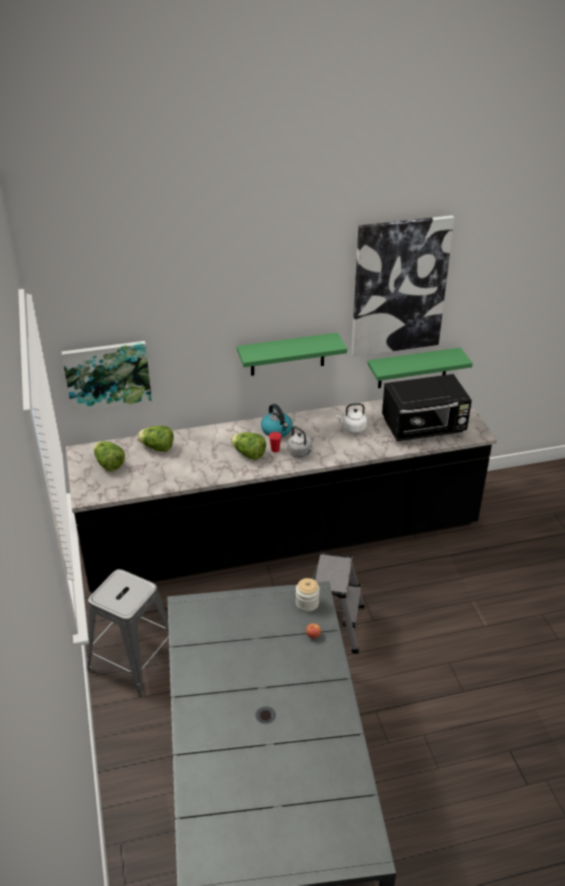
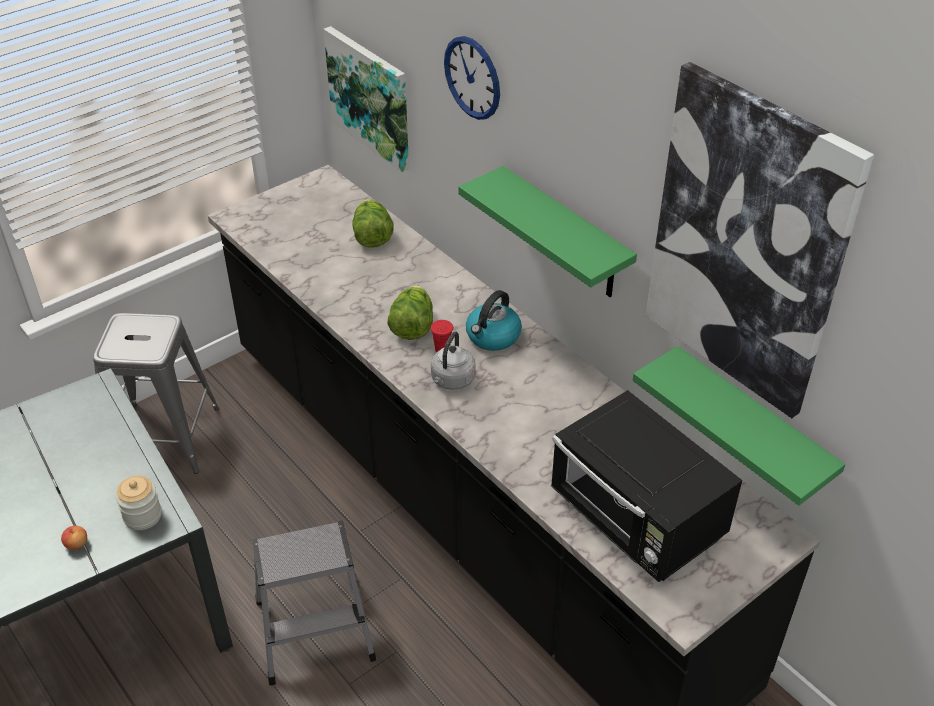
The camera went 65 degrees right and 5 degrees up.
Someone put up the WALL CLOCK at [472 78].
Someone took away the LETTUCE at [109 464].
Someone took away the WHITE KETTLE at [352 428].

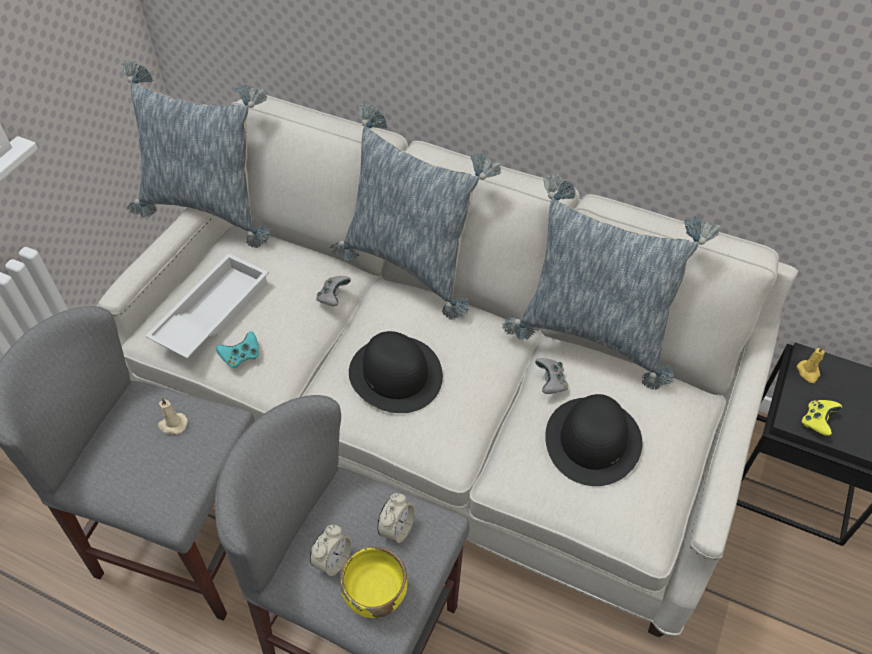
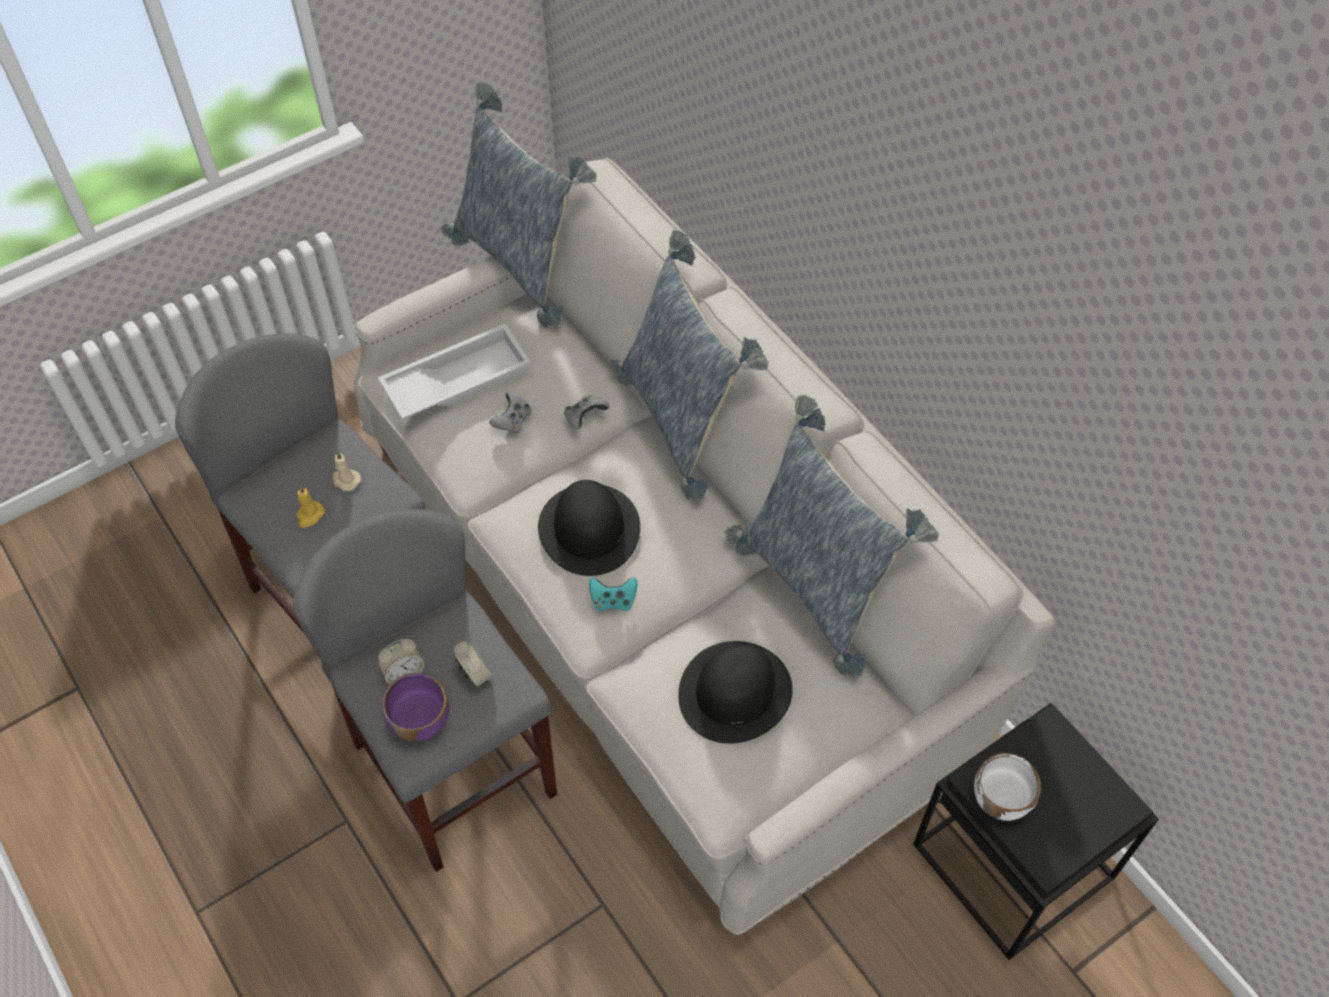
The camera went 30 degrees right and 5 degrees up.
Someone carried the YELLOW CANDLE from [808 372] to [310 515].
Someone repainted the YELLOW BOWL at [375 593], which became the PURPLE BOWL at [420 720].
Someone rotated the ALARM CLOCK at [397 529] by 90 degrees counterclockwise.
Someone carried the GREY GAME CONTROLLER from [551 383] to [512 421].
Someone carried the TURQUOISE GAME CONTROLLER from [241 357] to [613 600].
Someone swapped the YELLOW GAME CONTROLLER at [817 421] for the WHITE BOWL at [1001 798].

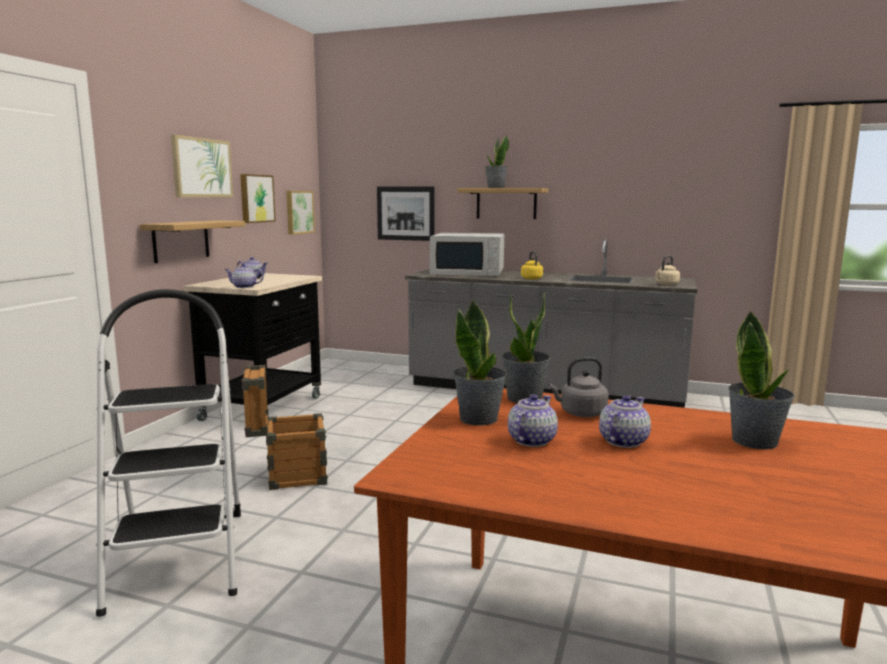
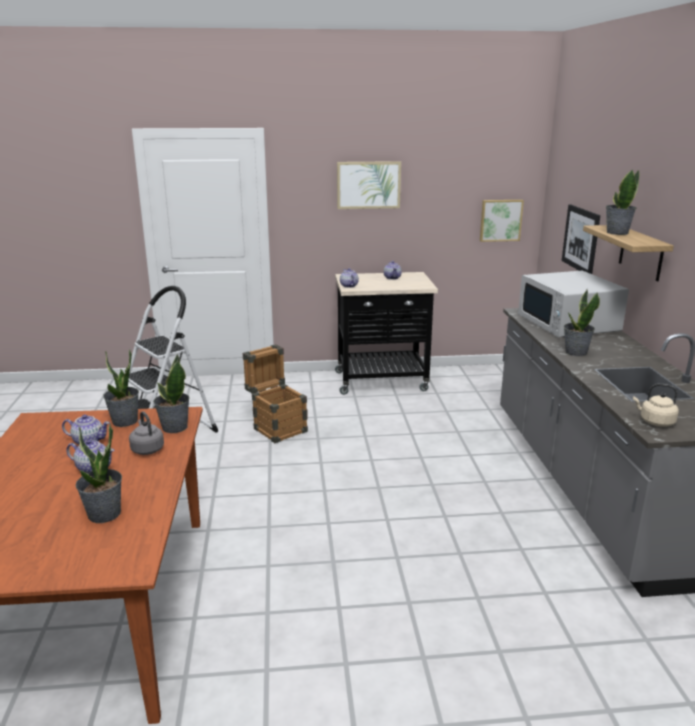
The camera went 65 degrees right and 10 degrees up.
Someone swapped the YELLOW KETTLE at [531 278] for the POTTED PLANT at [575 352].
Someone took away the SHELF at [181 241].
Someone took away the PICTURE at [256 198].

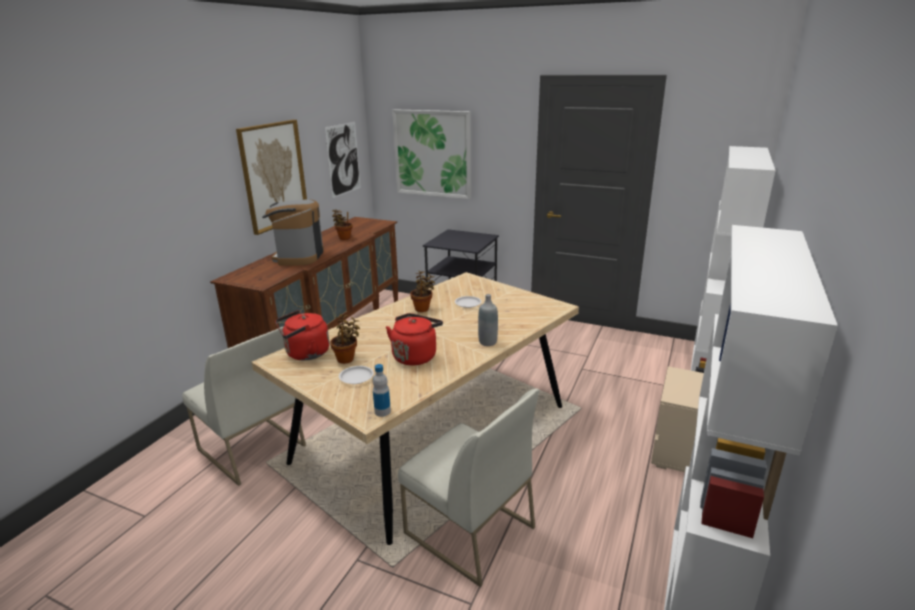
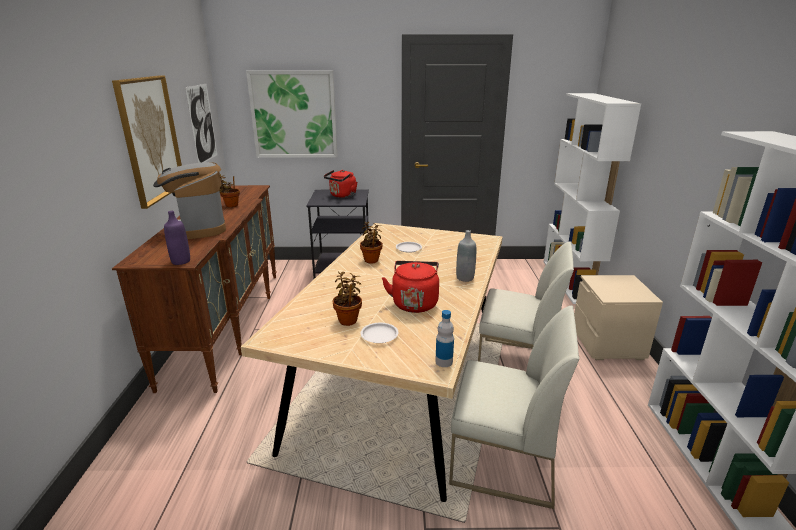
The camera went 25 degrees left and 0 degrees up.
Someone put down the PURPLE BOTTLE at [181 261].
Someone carried the RED KETTLE from [305 354] to [342 196].
Someone carried the WHITE CHAIR from [250 448] to [516 364].

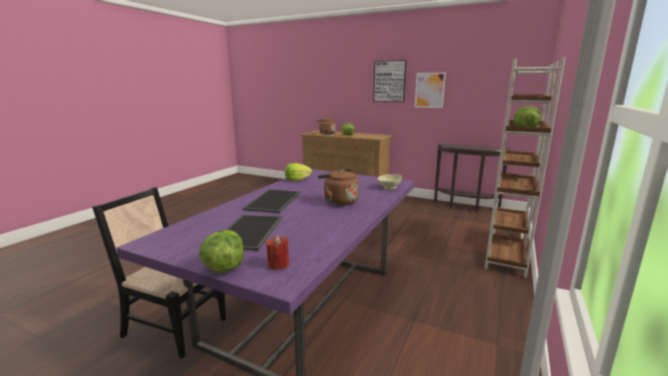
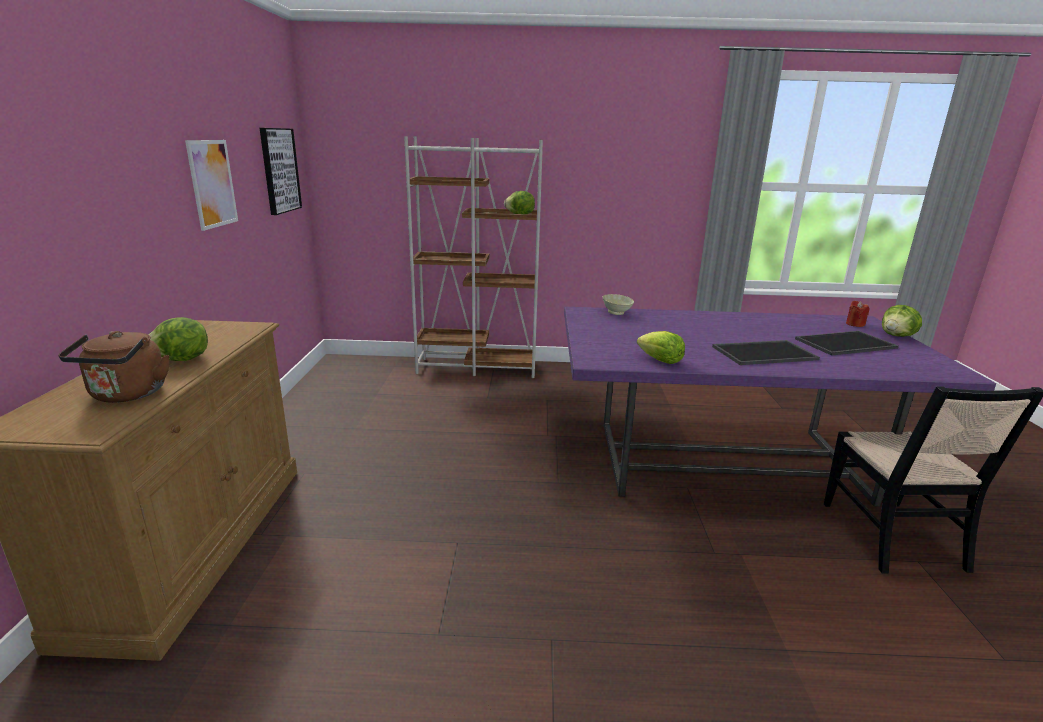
The camera went 115 degrees left and 5 degrees up.
Someone carried the PICTURE from [389 81] to [279 170].
Someone took away the BROWN KETTLE at [338 201].
Someone took away the BROWN CONSOLE TABLE at [465 207].

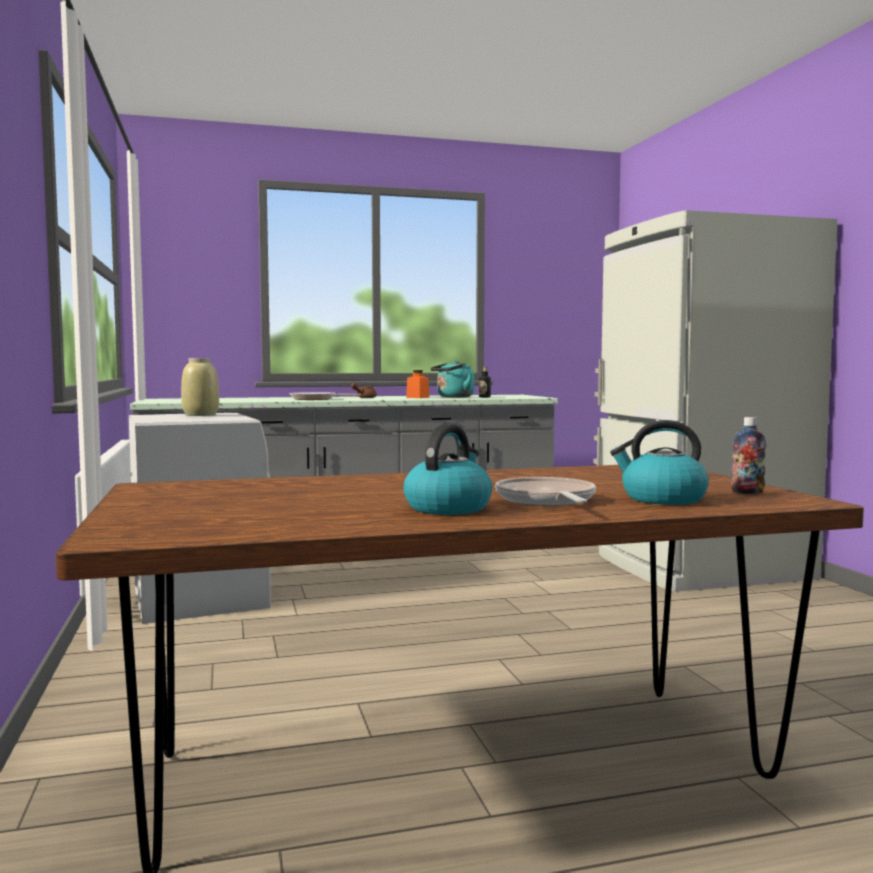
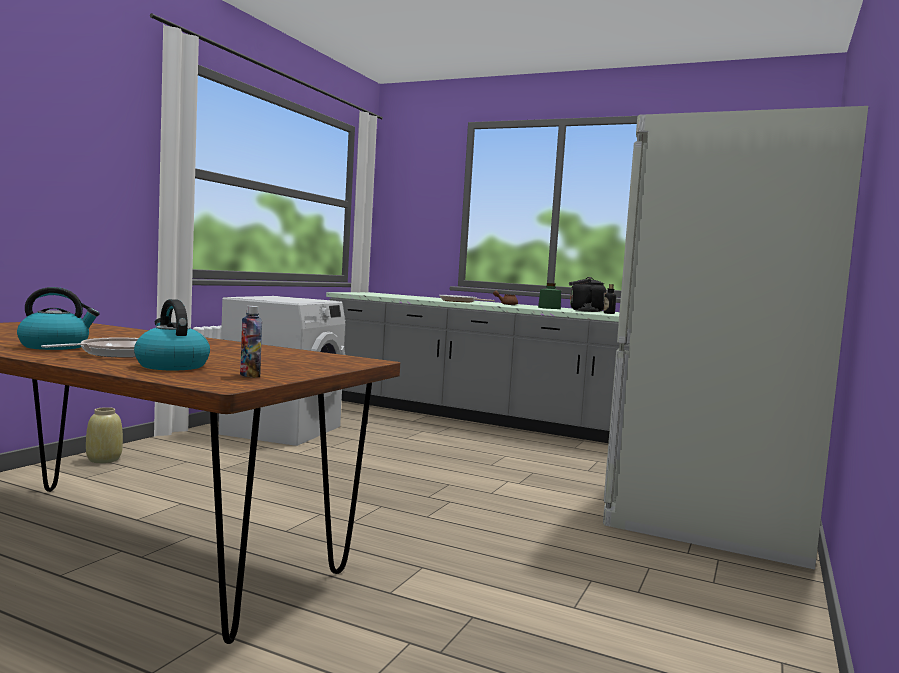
The camera went 40 degrees right and 0 degrees up.
Someone carried the BEIGE VASE from [201 415] to [104 459].
Someone repainted the ORANGE JAR at [417 397], which became the GREEN JAR at [549 308].
Someone repainted the TURQUOISE KETTLE at [453 397], which became the BLACK KETTLE at [584 311].

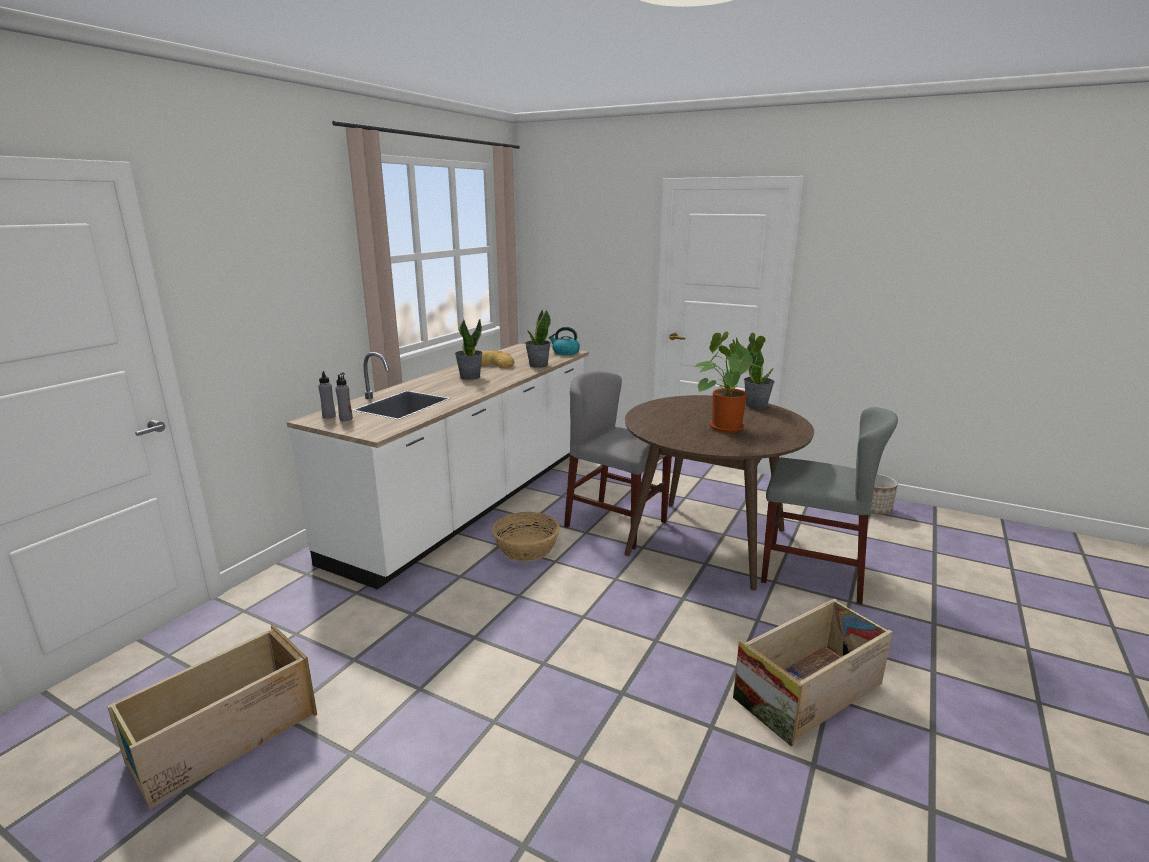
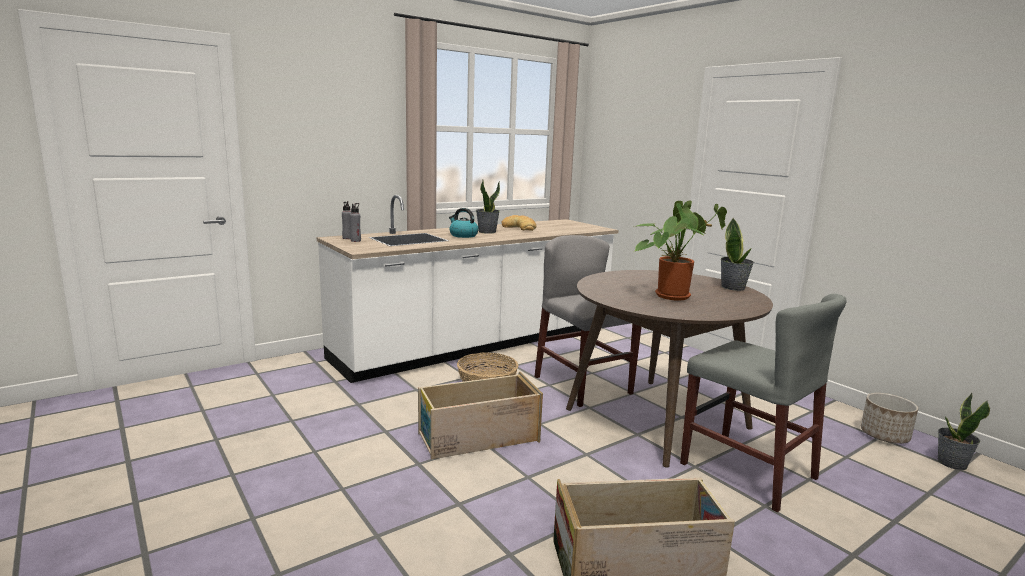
The camera went 25 degrees right and 5 degrees down.
Someone carried the CRATE from [224 738] to [477 438].
Someone carried the KETTLE from [565 353] to [463 235].
Someone carried the POTTED PLANT from [538 365] to [951 463].

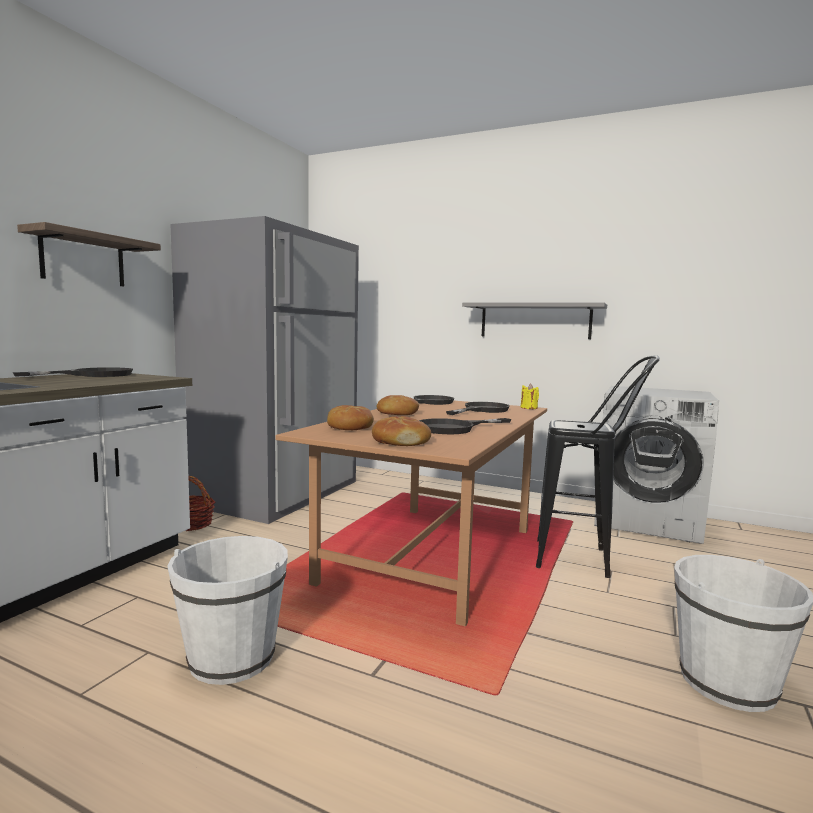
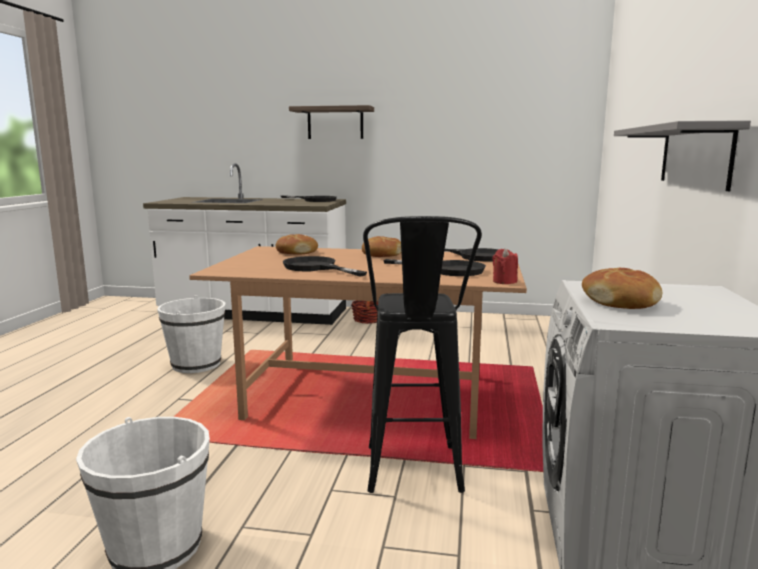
The camera went 75 degrees right and 5 degrees up.
Someone repainted the YELLOW CANDLE at [528 408], which became the RED CANDLE at [504 281].
Someone carried the BREAD from [400 441] to [620 301].
Someone took away the GREY FRIDGE at [276 492].

